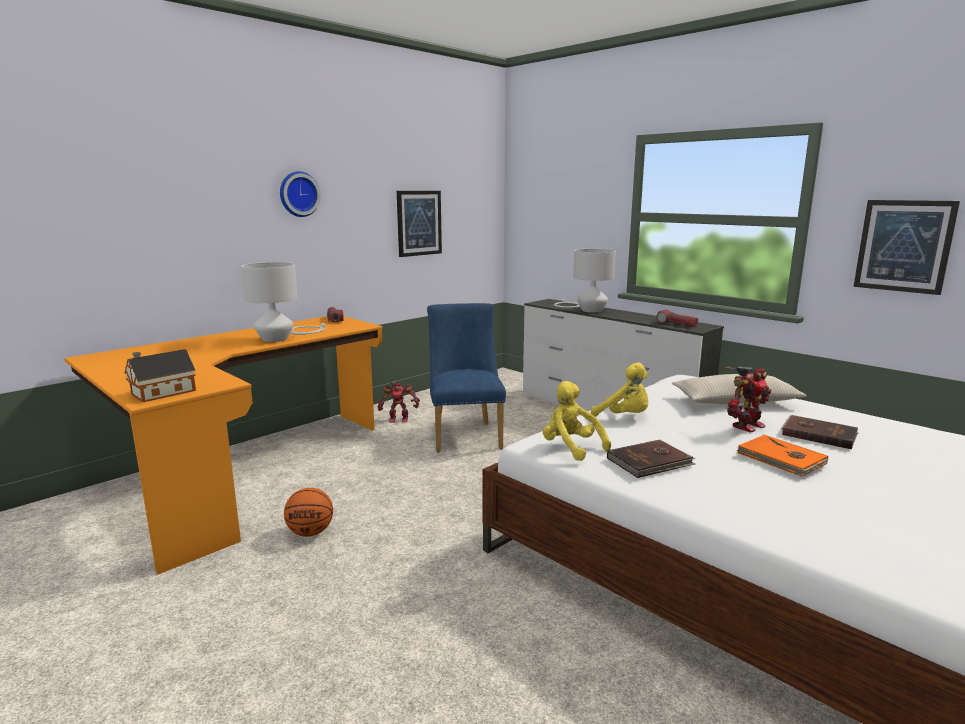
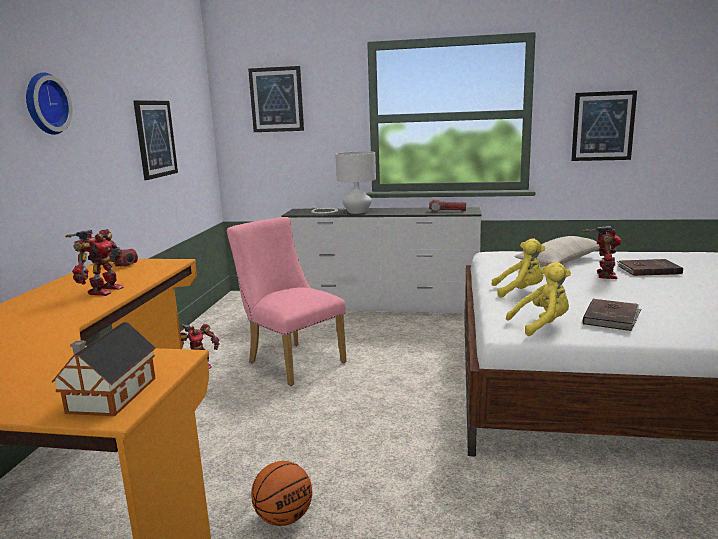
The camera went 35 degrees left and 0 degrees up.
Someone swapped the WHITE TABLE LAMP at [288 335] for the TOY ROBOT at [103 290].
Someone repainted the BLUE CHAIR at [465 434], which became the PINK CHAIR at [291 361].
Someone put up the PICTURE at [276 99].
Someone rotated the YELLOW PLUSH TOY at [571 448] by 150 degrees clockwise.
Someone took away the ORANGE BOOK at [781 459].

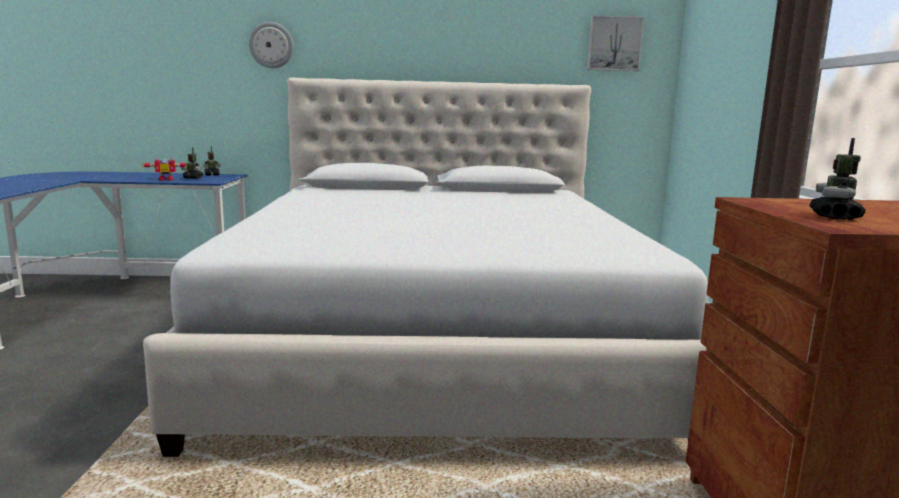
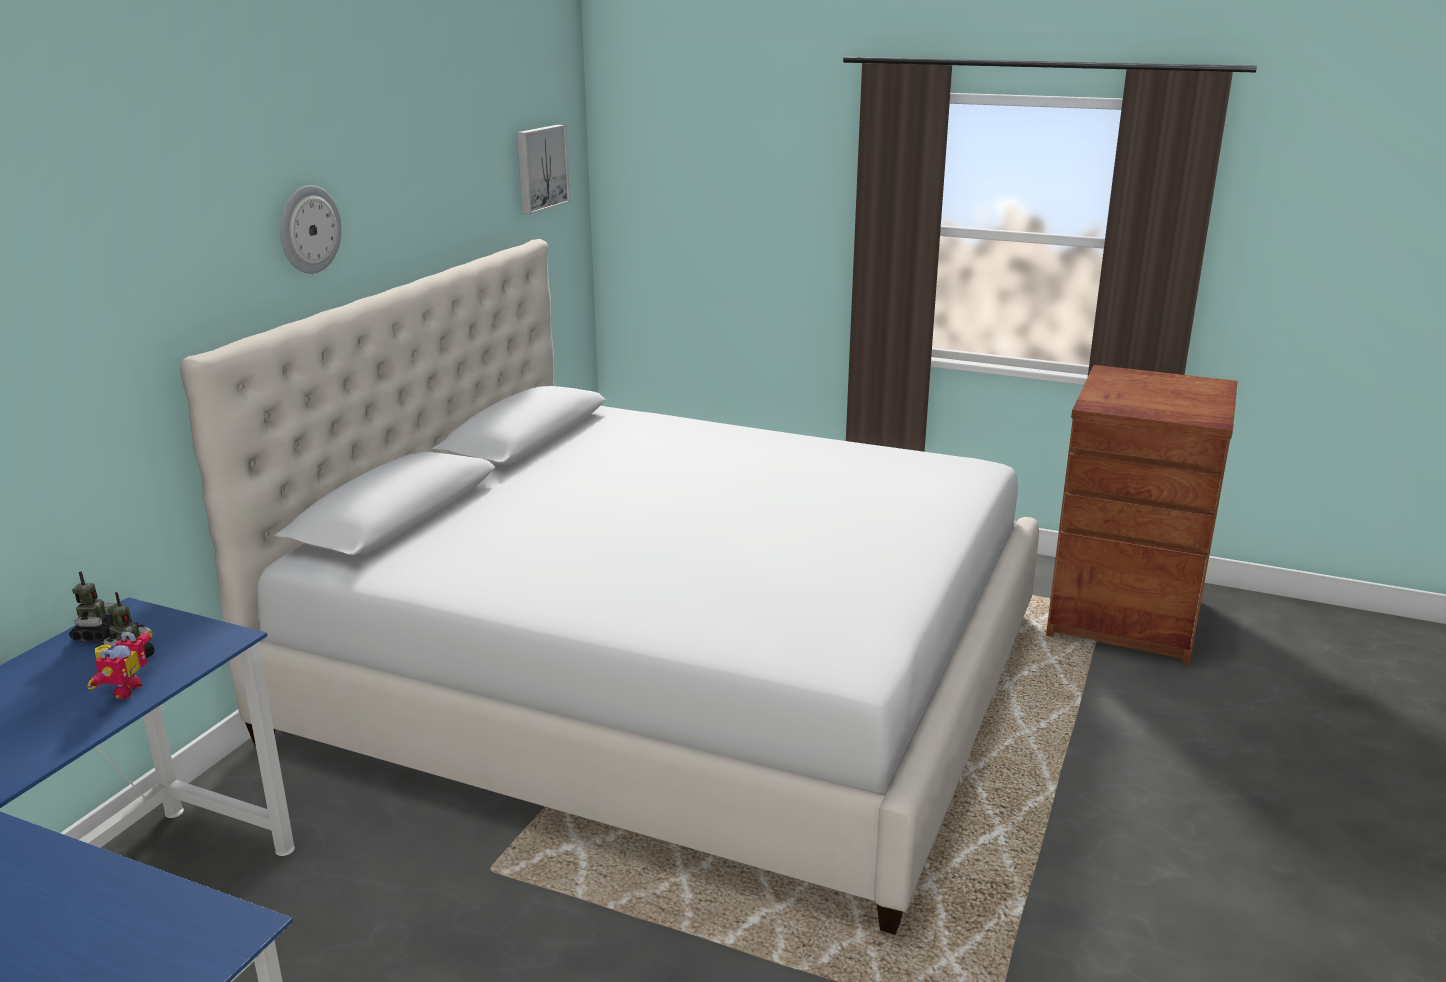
The camera went 65 degrees left and 10 degrees up.
Someone carried the WALL CLOCK from [271 45] to [308 229].
Someone took away the TOY ROBOT at [835 216].

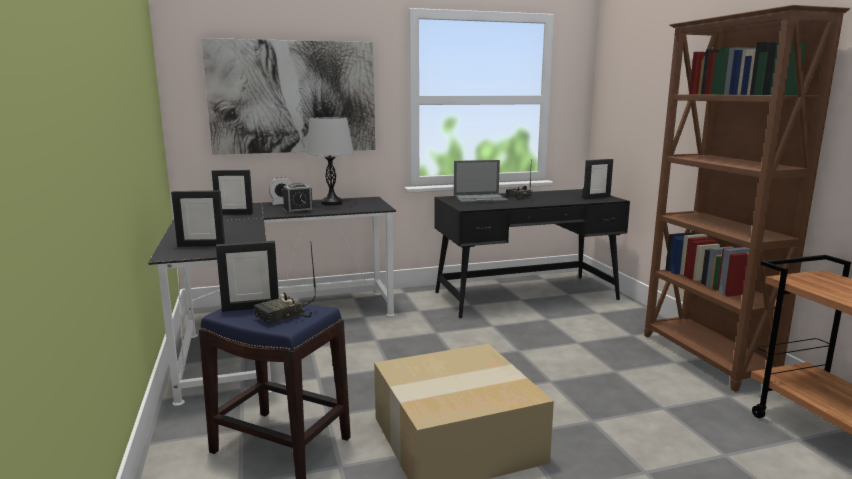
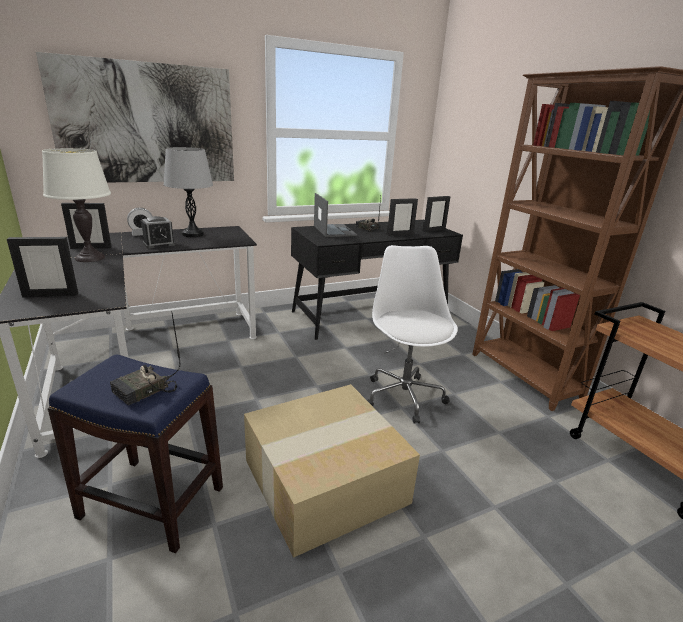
The camera went 10 degrees left and 10 degrees up.
Someone put down the WHITE TABLE LAMP at [90 258].
Someone rotated the LAPTOP at [481 199] by 90 degrees counterclockwise.
Someone put down the WHITE OFFICE CHAIR at [403 396].
Someone carried the PICTURE FRAME from [251 307] to [400 234].

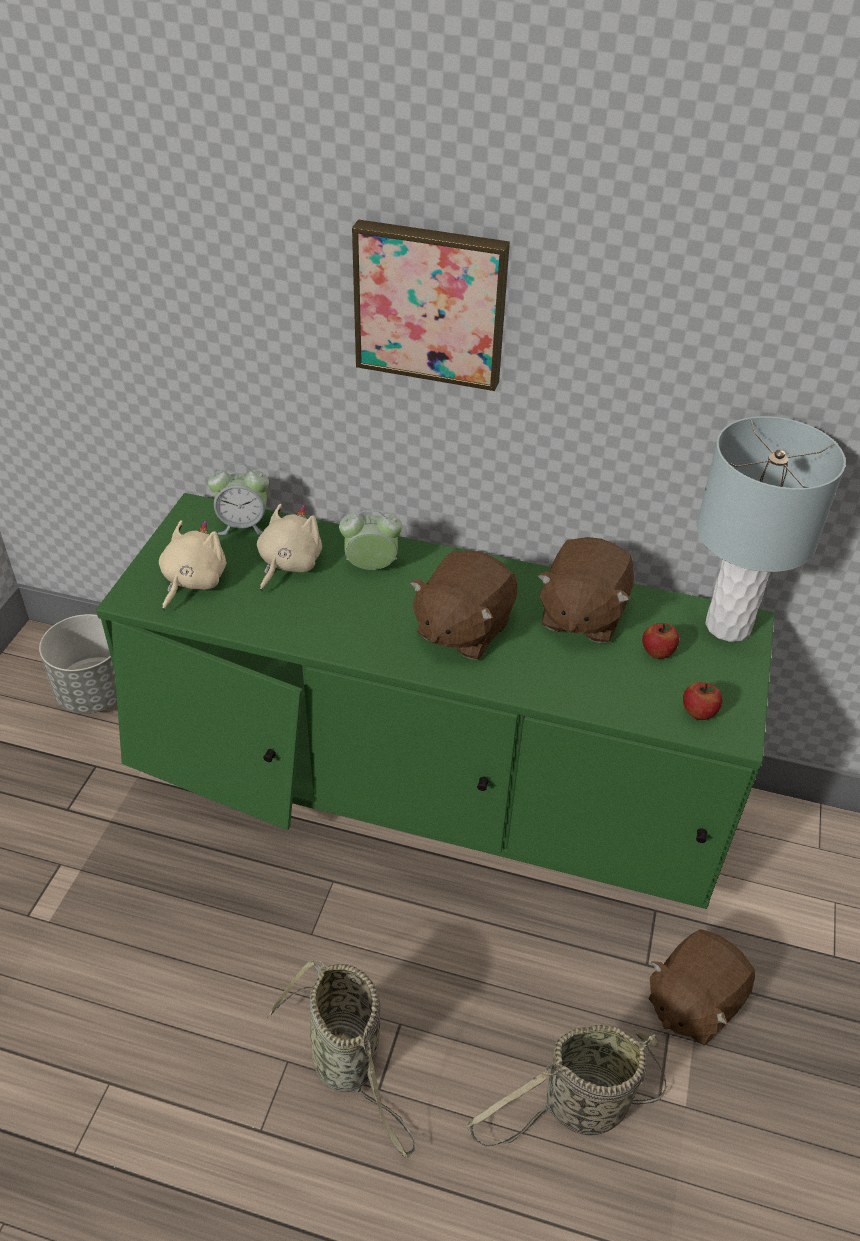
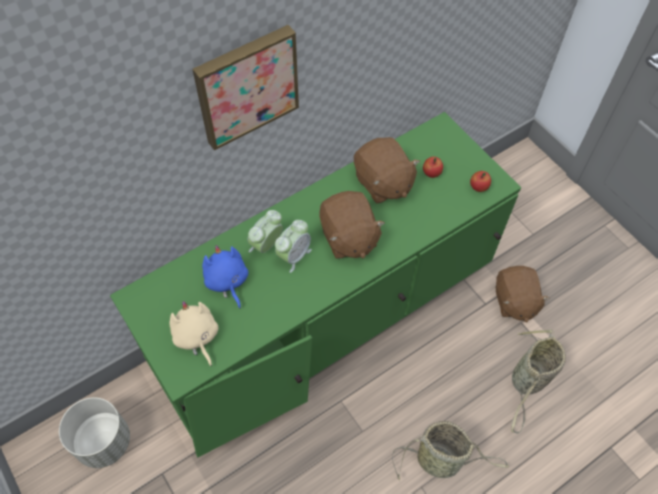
The camera went 50 degrees left and 15 degrees up.
Someone repainted the BEIGE PLUSH TOY at [288 564], which became the BLUE PLUSH TOY at [227 282].
Someone carried the ALARM CLOCK from [243 525] to [293 256].
Someone took away the GREY TABLE LAMP at [728 626].

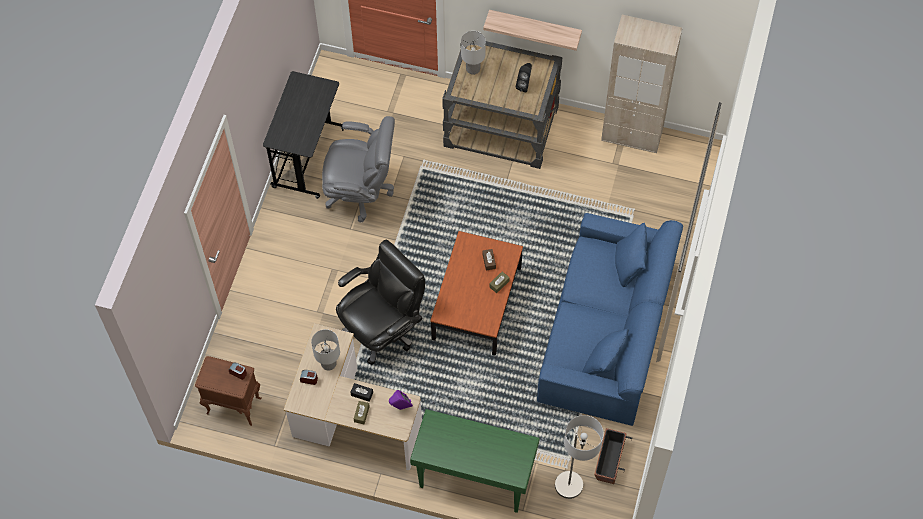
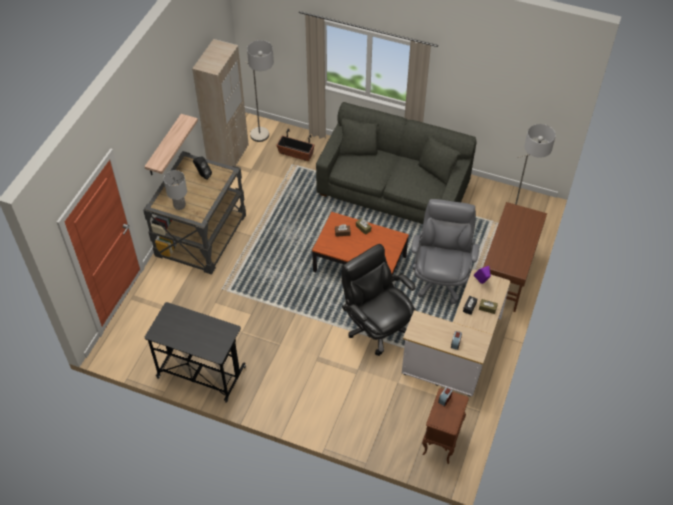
The camera went 85 degrees left and 10 degrees down.
Someone put down the GREY FLOOR LAMP at [264 137].
Someone carried the PLANTER from [609 461] to [296 153].
Someone repainted the BLUE SOFA at [605 334], which became the GREY SOFA at [393 191].
Someone carried the GREY OFFICE CHAIR from [362 193] to [440 279].
Someone repainted the GREEN CONSOLE TABLE at [474 478], which became the BROWN CONSOLE TABLE at [506 278].
Someone took away the GREY TABLE LAMP at [329 364].

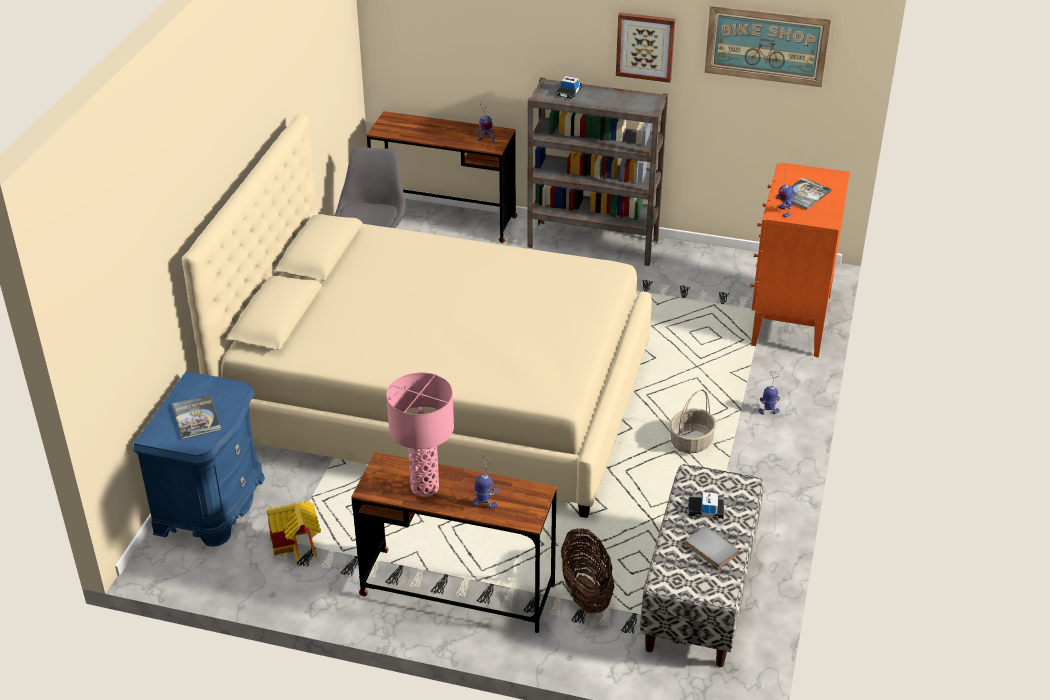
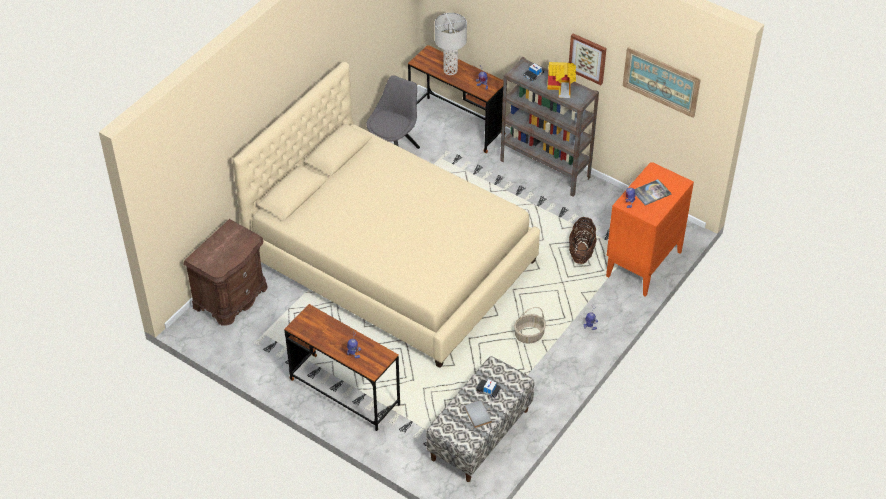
The camera went 20 degrees right and 10 degrees up.
Someone repainted the BLUE NIGHTSTAND at [214 503], which became the BROWN NIGHTSTAND at [233 297].
Someone put down the WHITE TABLE LAMP at [450 70].
Someone carried the TOY HOUSE from [299 547] to [562 88].
Someone carried the BASKET from [586 591] to [581 251].
Someone took away the BOOK at [196 417].
Someone took away the PINK TABLE LAMP at [424 487].

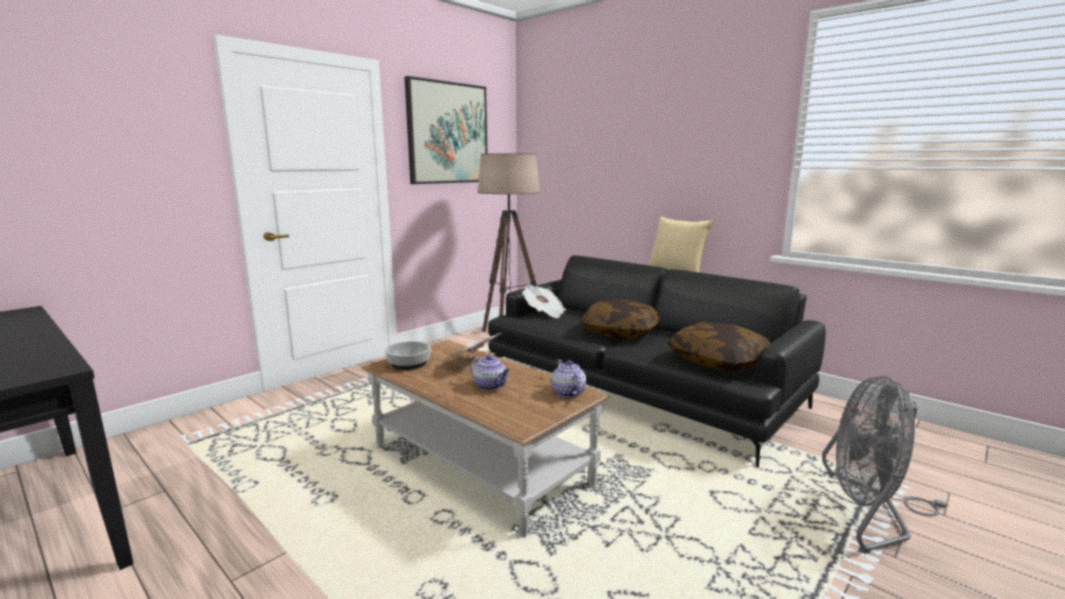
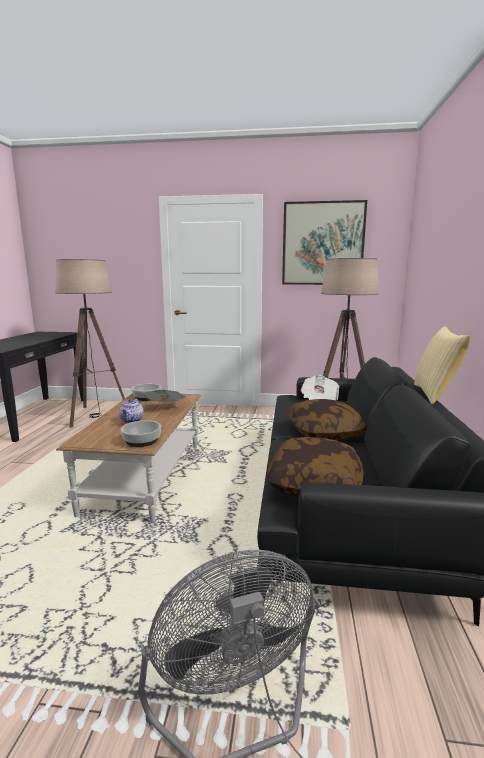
The camera went 55 degrees right and 0 degrees up.
Someone put down the FLOOR LAMP at [96 415].
Someone swapped the TEAPOT at [567 392] for the BOWL at [141 440].

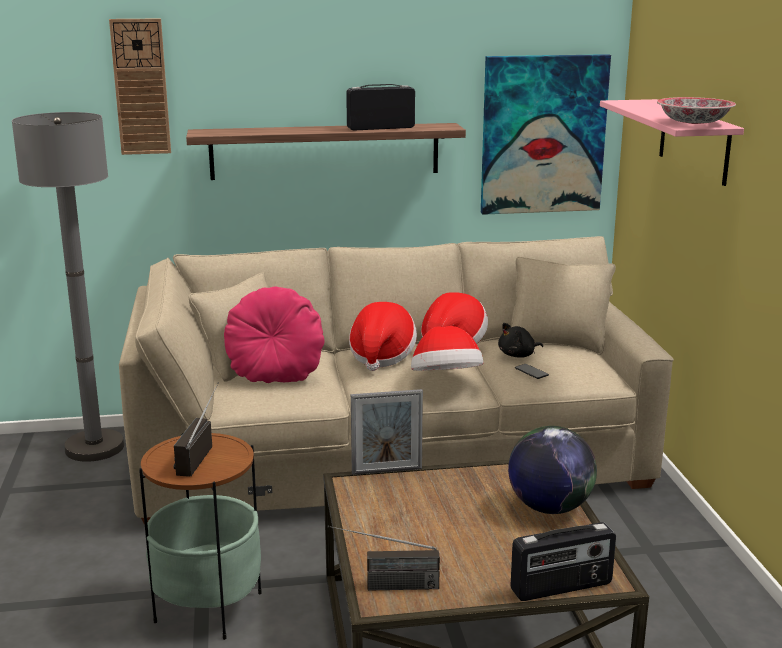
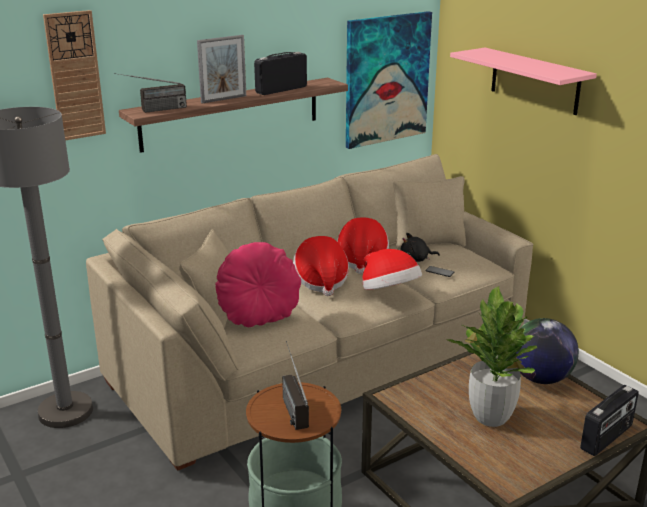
The camera went 25 degrees left and 5 degrees up.
Someone carried the RADIO from [383 586] to [153 110].
Someone carried the PICTURE FRAME from [387 471] to [224 99].
Someone rotated the BLACK PLUSH TOY at [518 355] by 45 degrees clockwise.
Someone put down the POTTED PLANT at [490 417].
Someone took away the BOWL at [693 123].

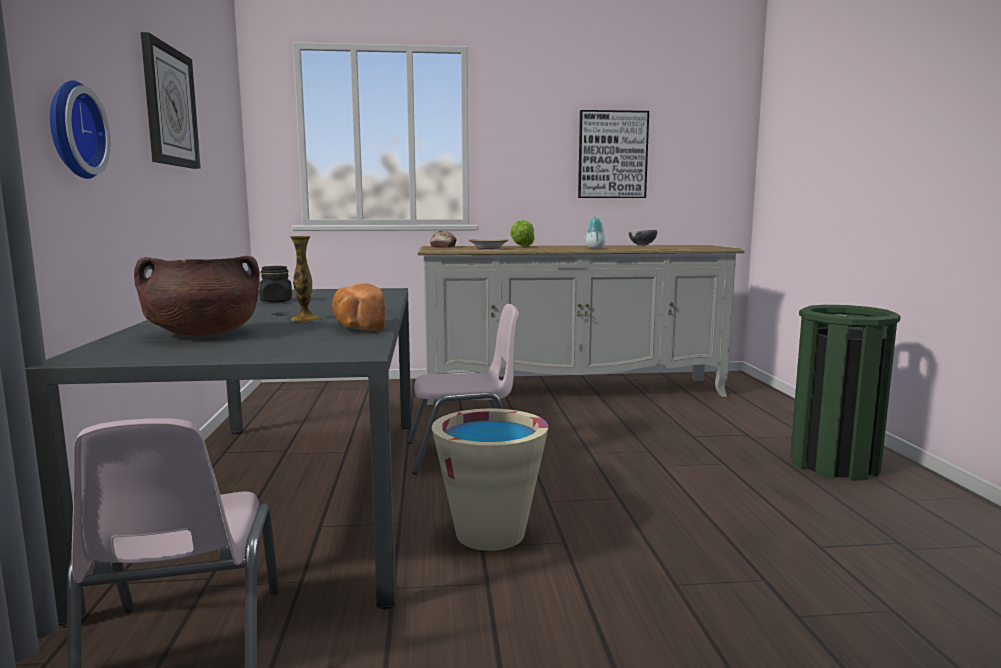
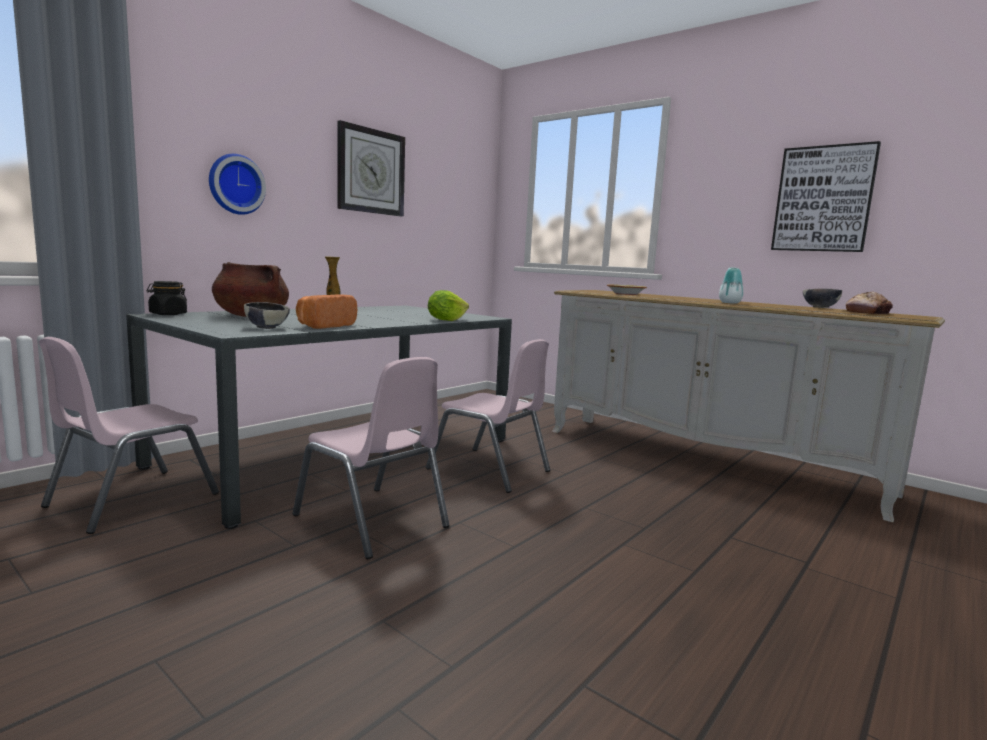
The camera went 45 degrees right and 0 degrees up.
Someone carried the BLACK JAR from [276 301] to [168 314].
Someone put down the BOWL at [267 328].
Someone swapped the BEIGE BUCKET at [490 533] for the PINK CHAIR at [371 521].
Someone carried the LETTUCE from [522 246] to [446 320].
Someone carried the BREAD from [443 247] to [868 313].
Someone took away the GREEN TRASH CAN at [834 464].

